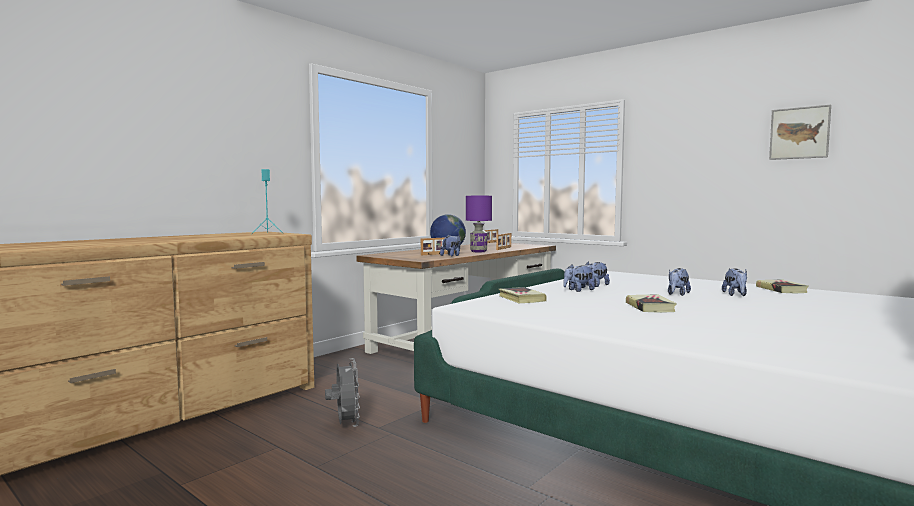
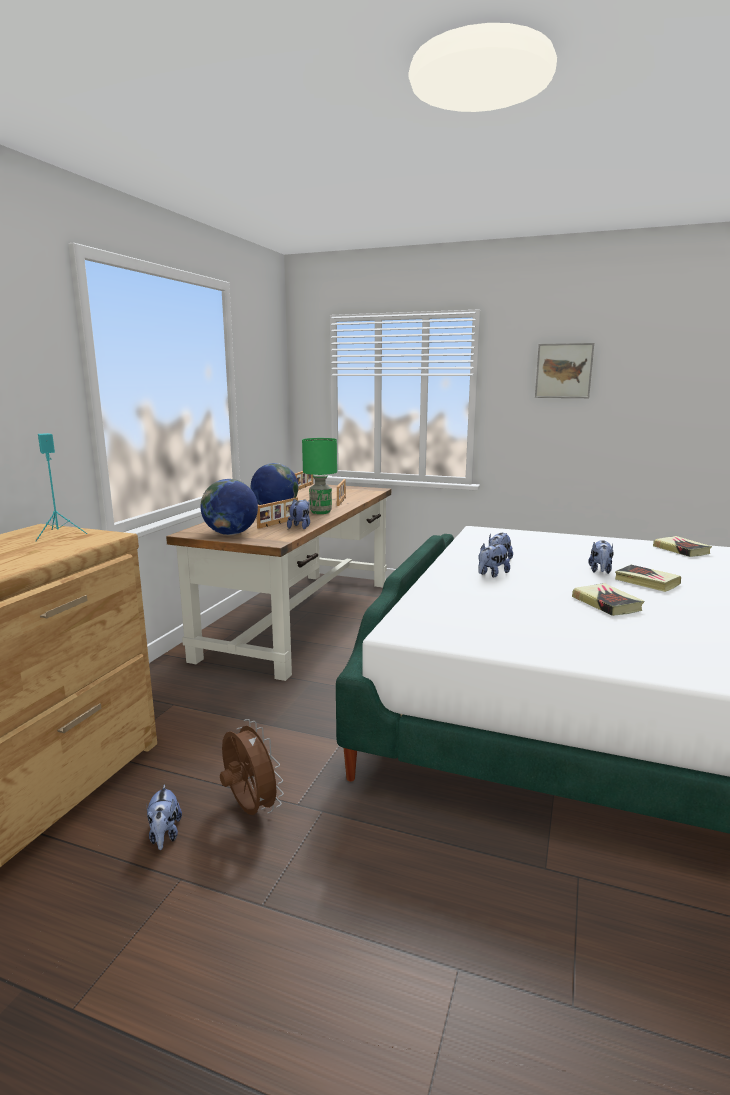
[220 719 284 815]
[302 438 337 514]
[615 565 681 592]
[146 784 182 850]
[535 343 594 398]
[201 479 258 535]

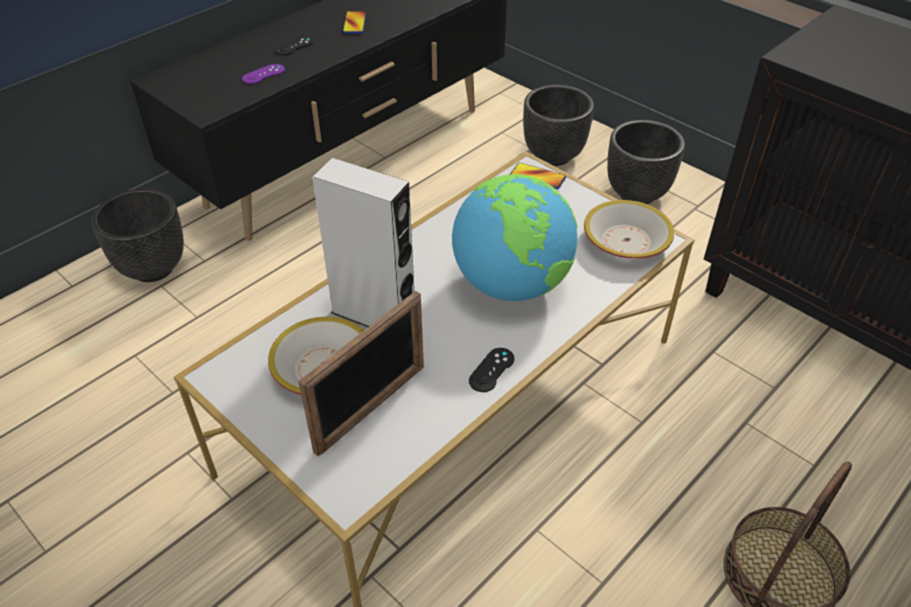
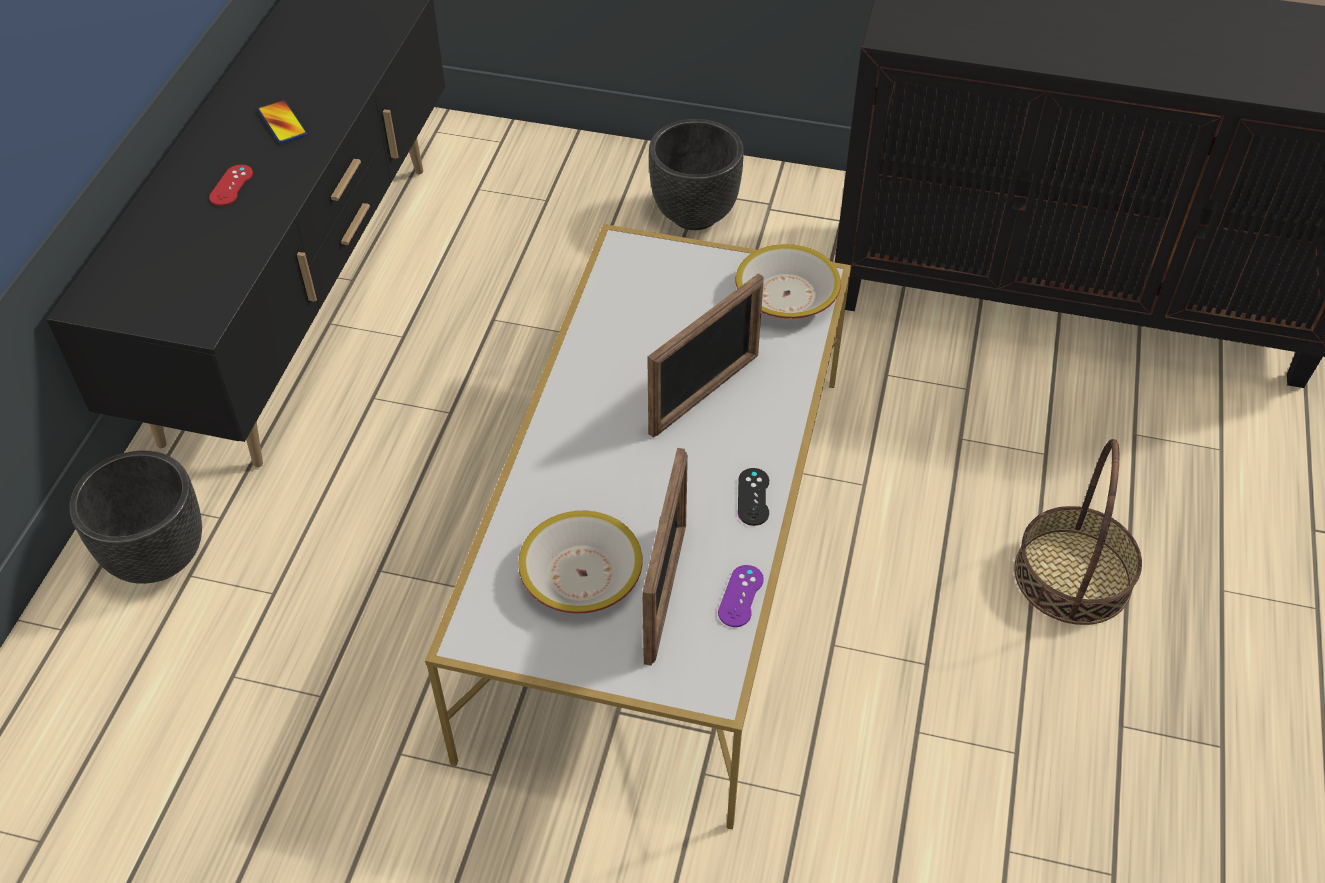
[718 565 764 627]
[209 165 253 206]
[312 158 414 327] (first image)
[647 273 764 438]
[510 163 566 189] (first image)
[523 85 594 166] (first image)

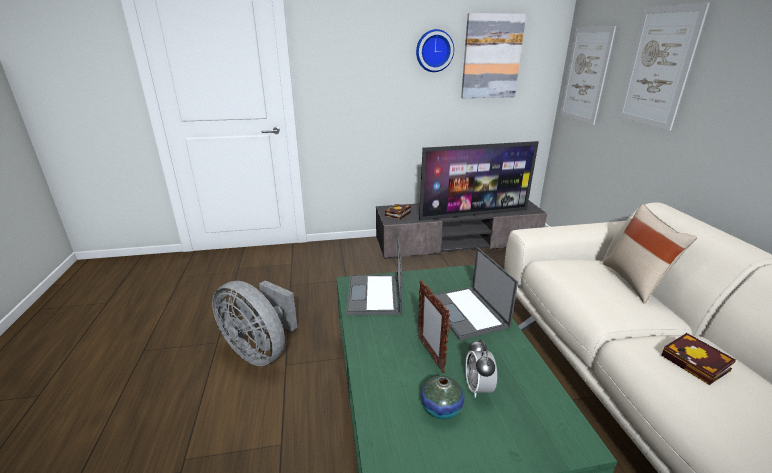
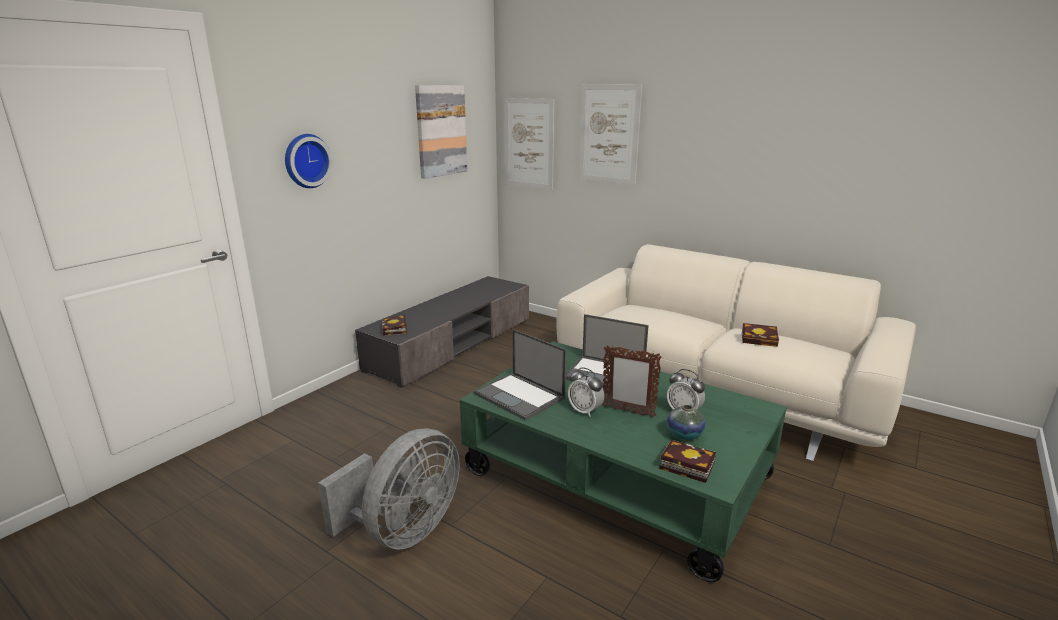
[318 428 459 550]
[285 134 333 188]
[419 141 539 221] (first image)
[603 204 697 304] (first image)
[568 367 604 417]
[659 440 716 483]

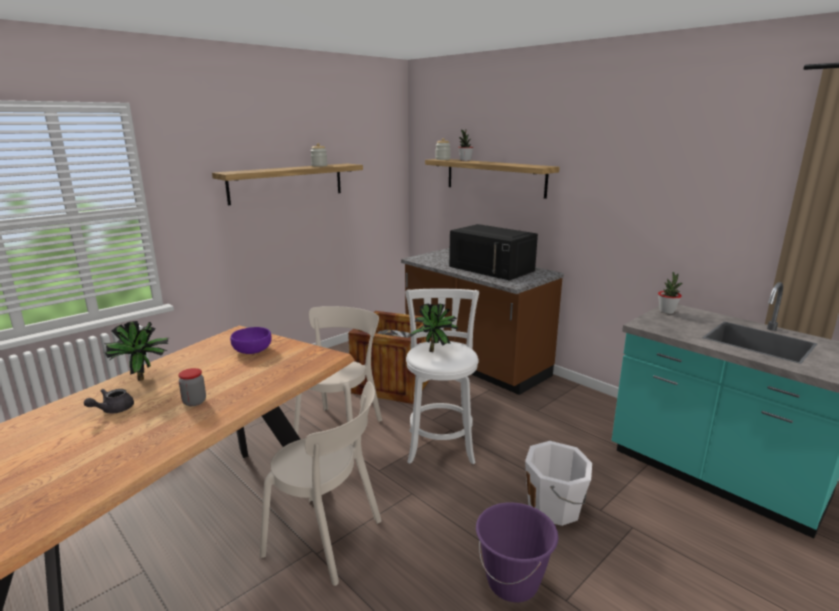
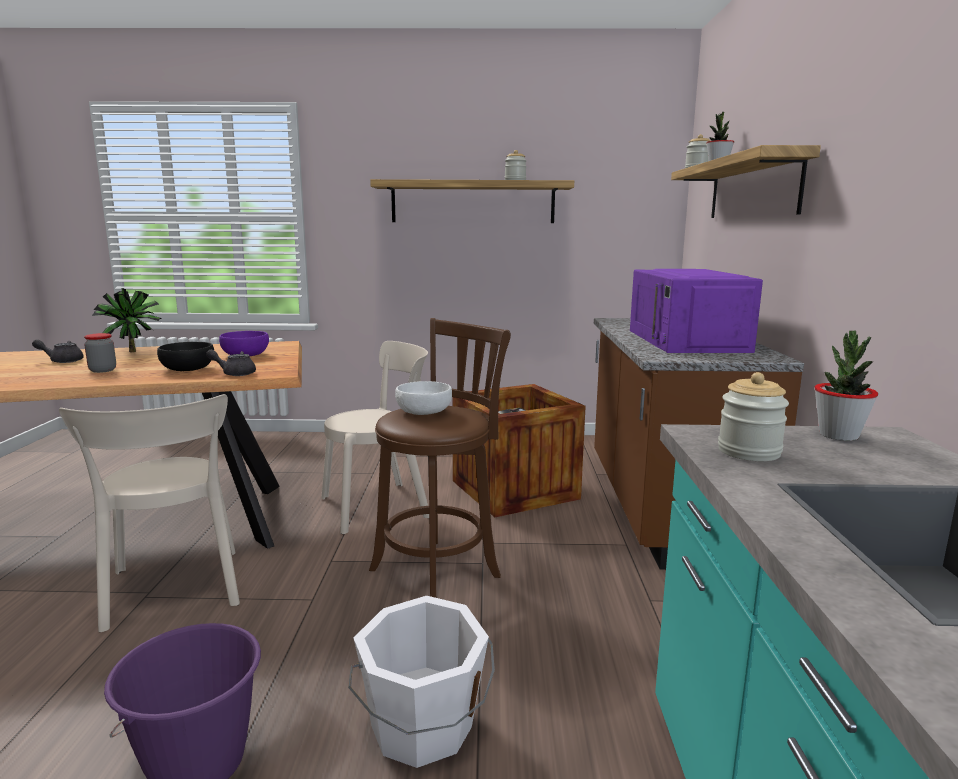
[369 318 511 598]
[395 381 452 415]
[630 269 763 353]
[157 342 214 371]
[206 349 256 376]
[718 372 789 461]

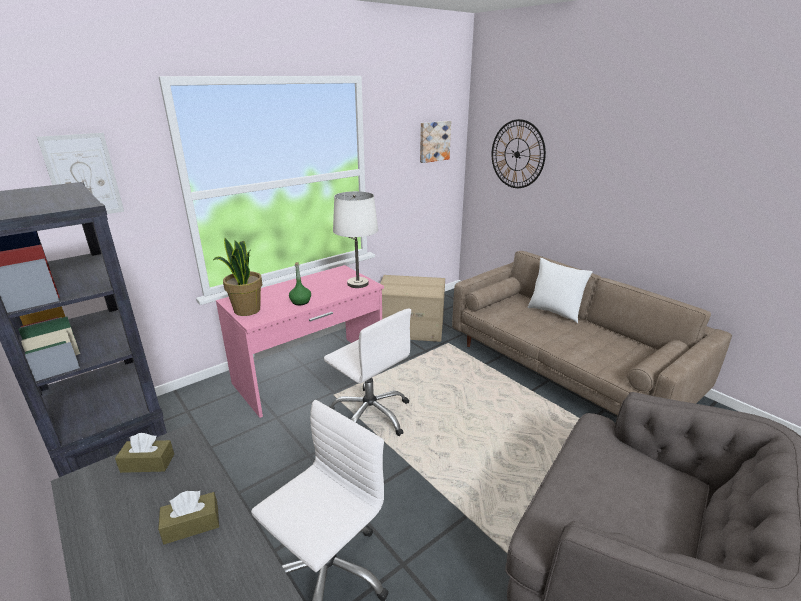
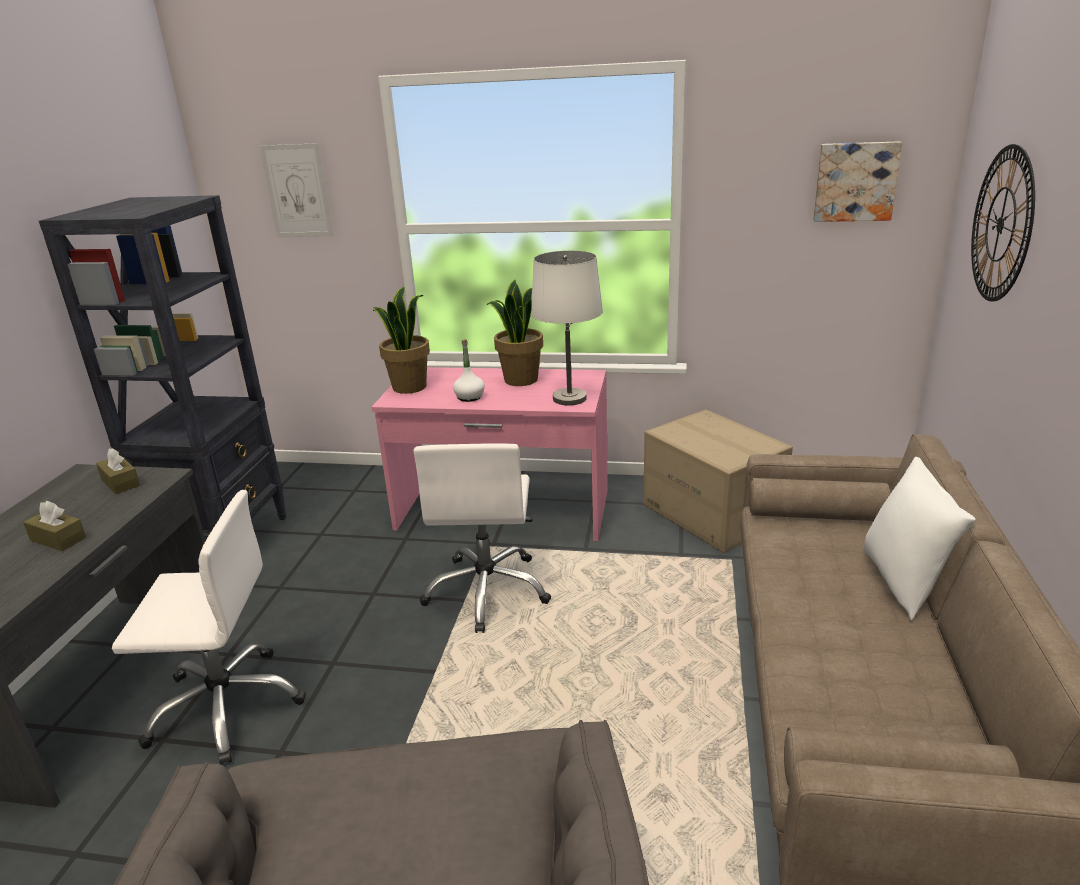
[453 339 485 402]
[487 280 543 386]

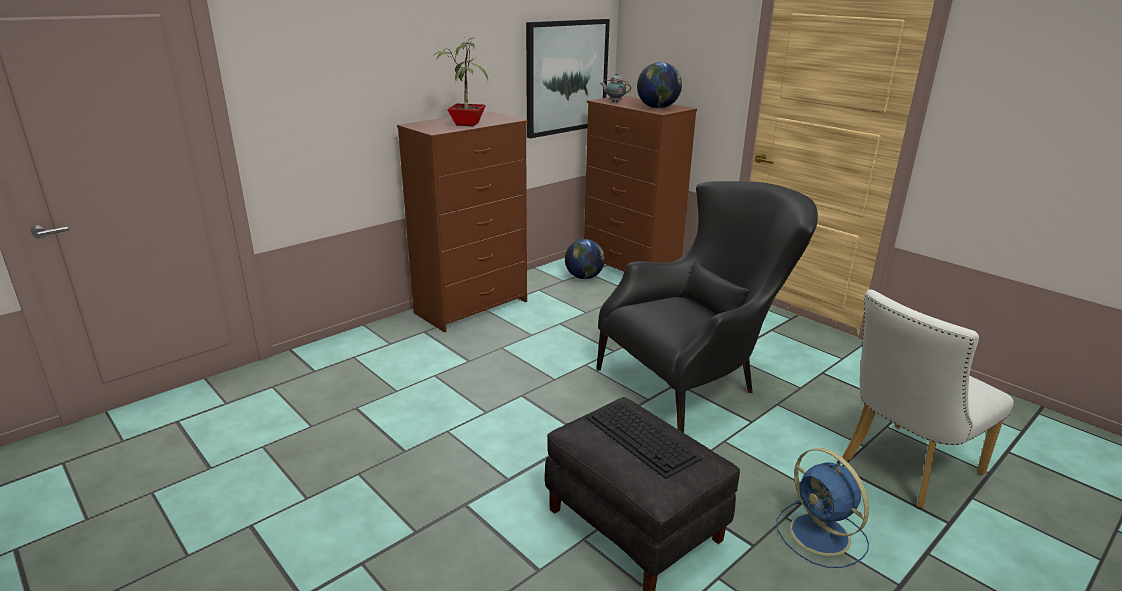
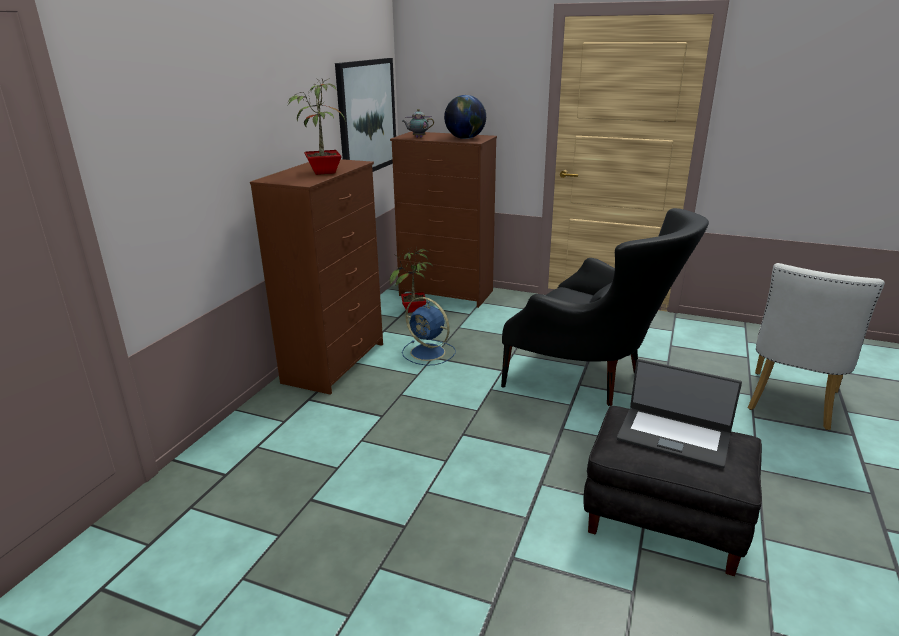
[390 247 433 313]
[617 359 742 469]
[501 208 709 406]
[402 297 456 366]

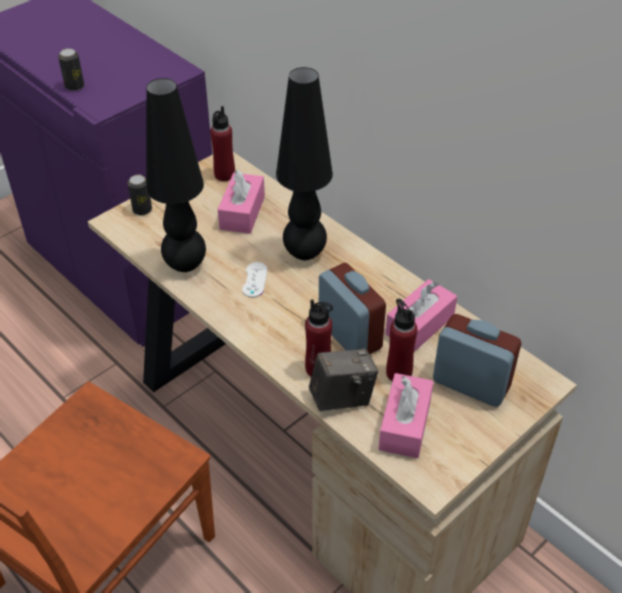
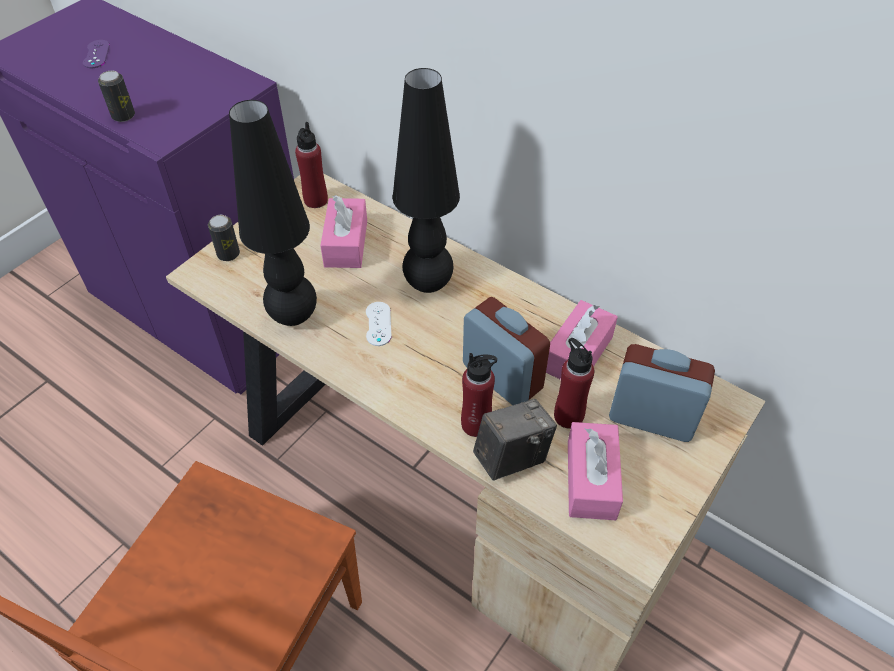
[83 40 110 68]

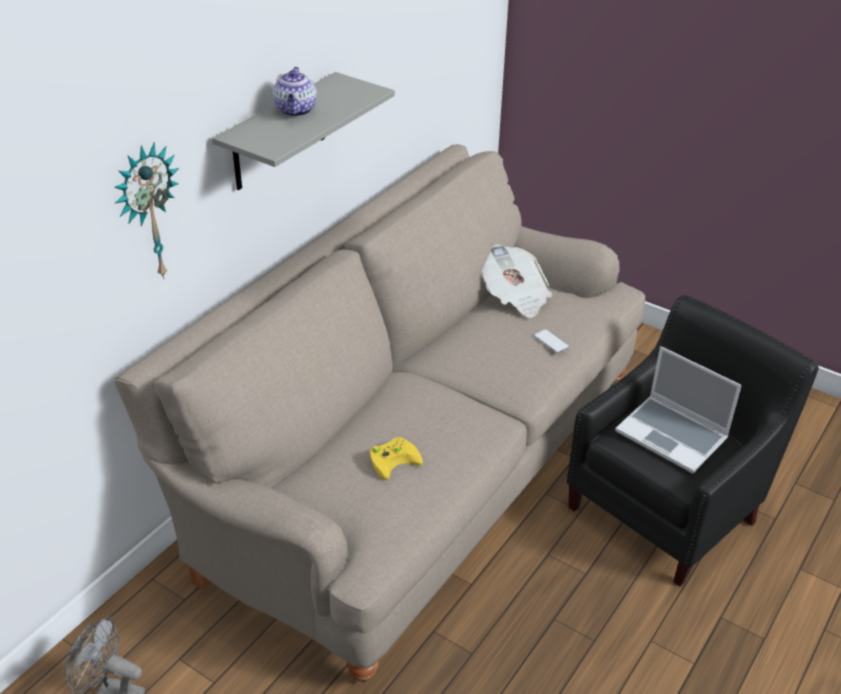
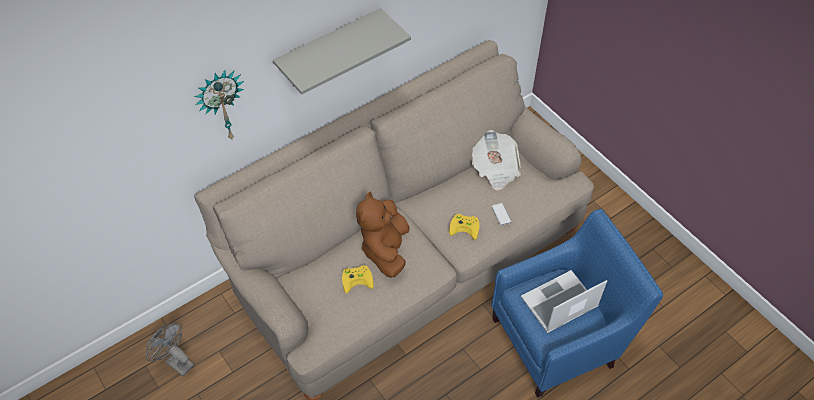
[273 67 317 117] (first image)
[491 209 663 398]
[521 270 607 333]
[356 191 410 277]
[449 214 479 240]

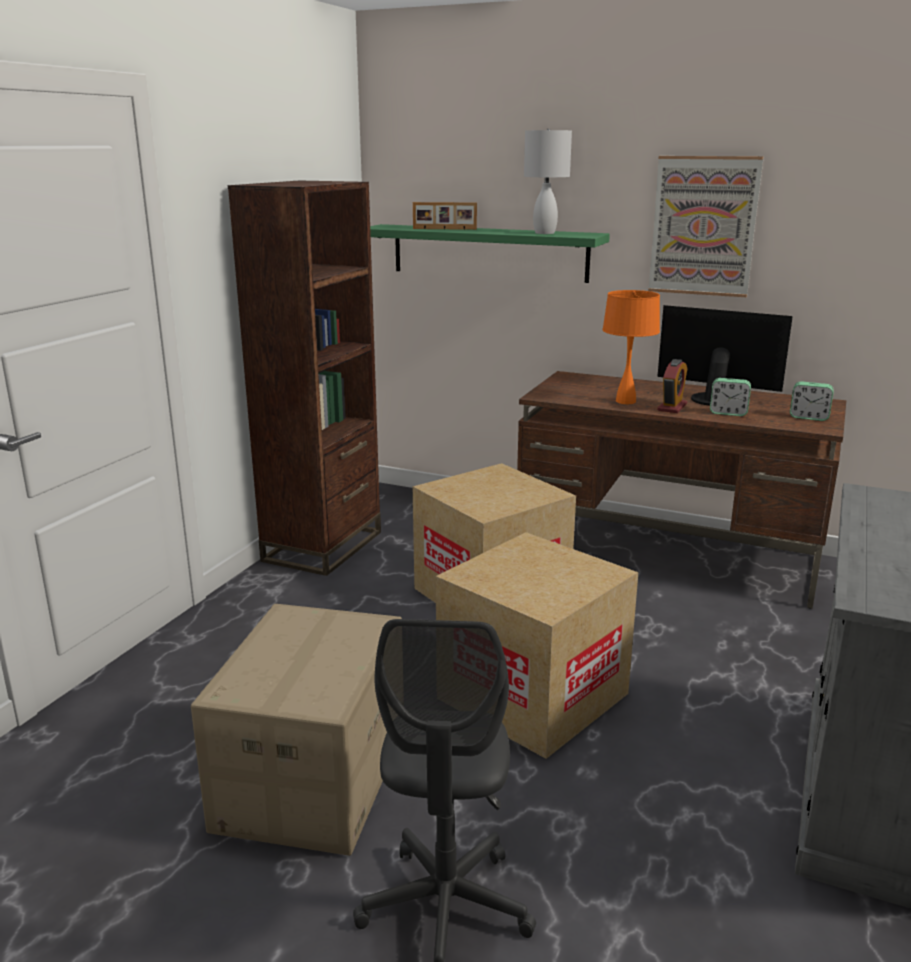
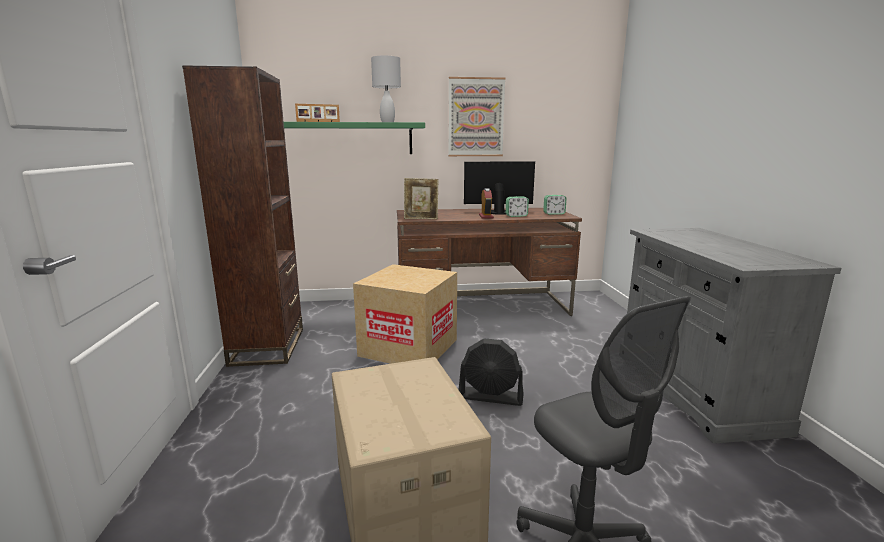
[459 339 524 406]
[602 290 660 404] (first image)
[404 178 439 219]

